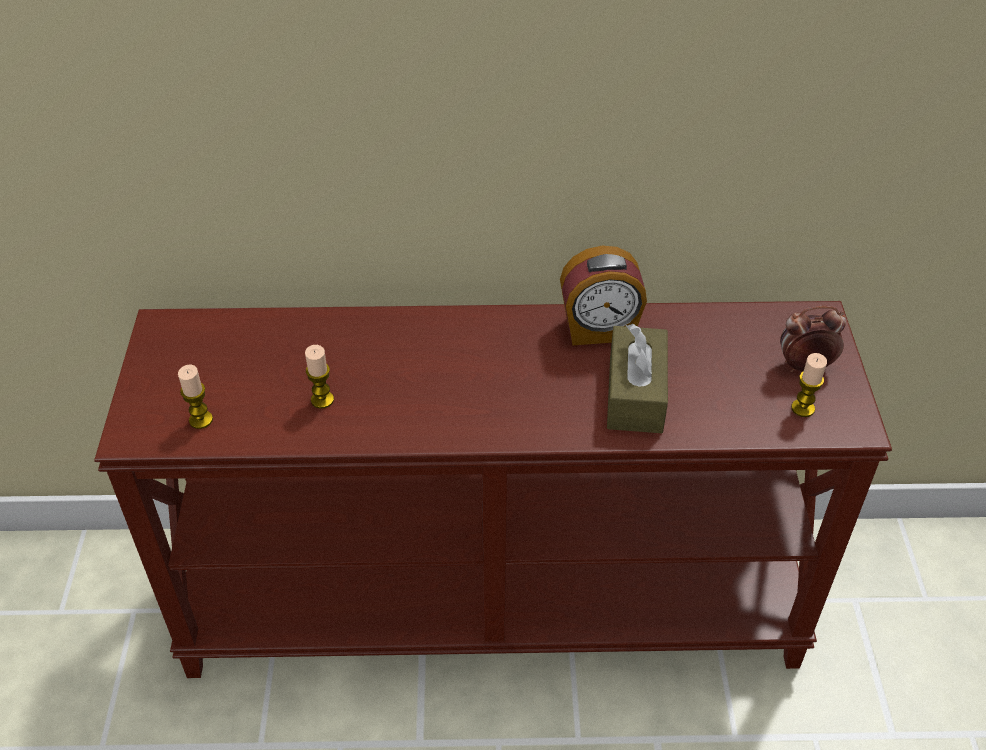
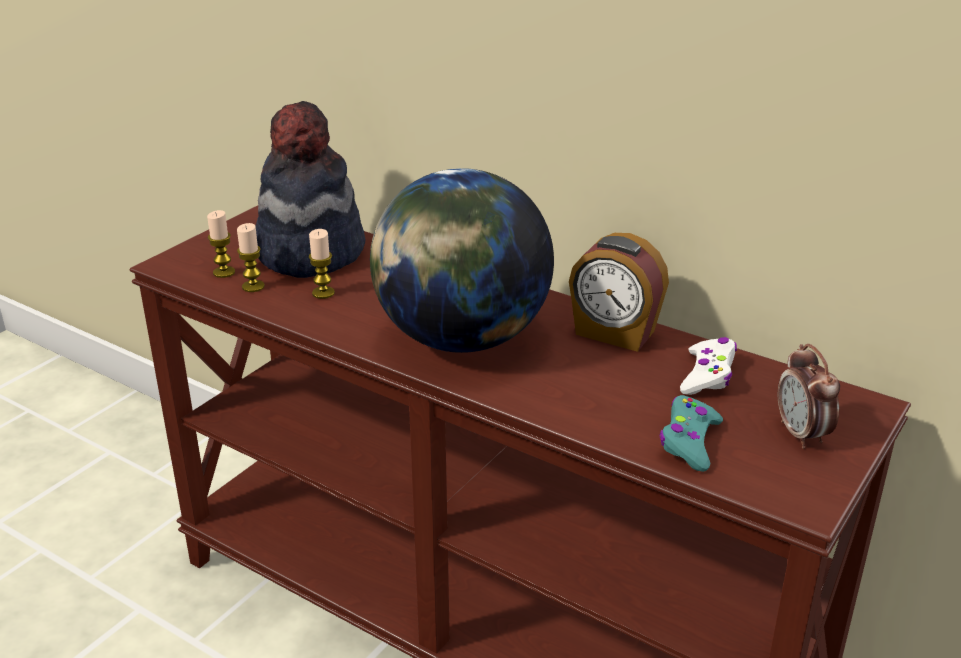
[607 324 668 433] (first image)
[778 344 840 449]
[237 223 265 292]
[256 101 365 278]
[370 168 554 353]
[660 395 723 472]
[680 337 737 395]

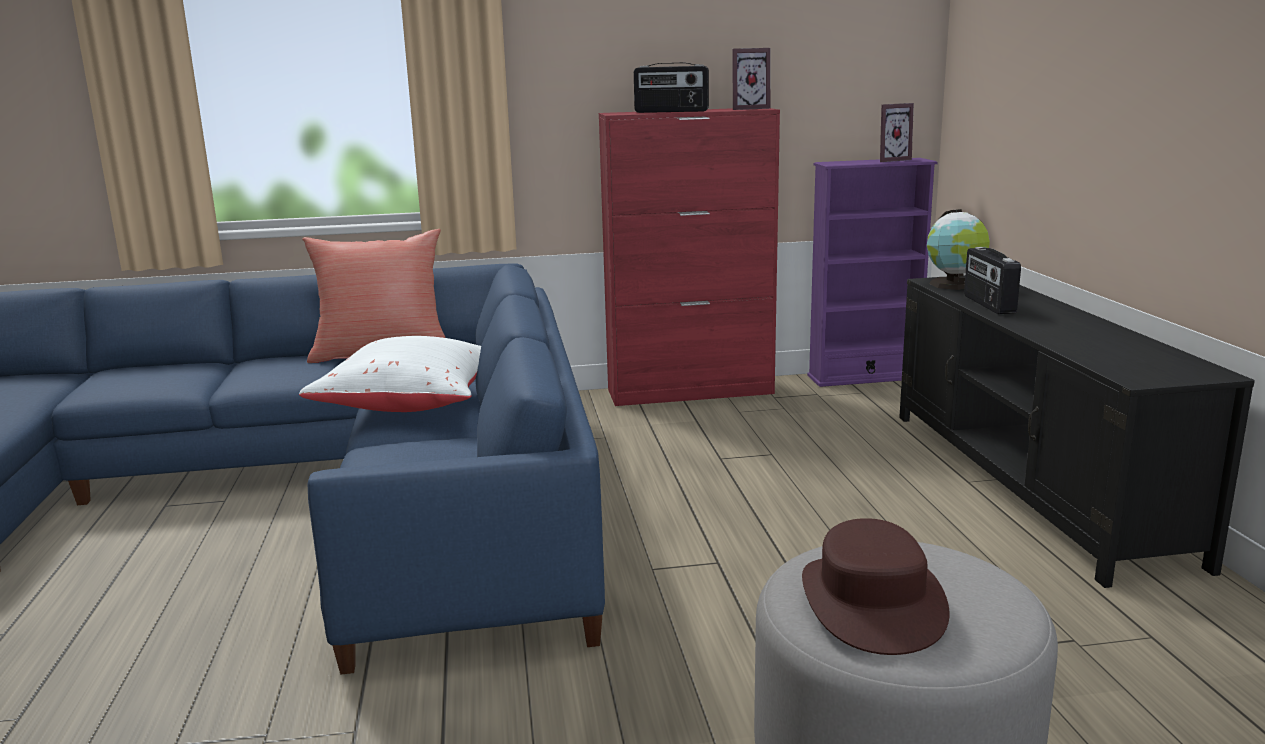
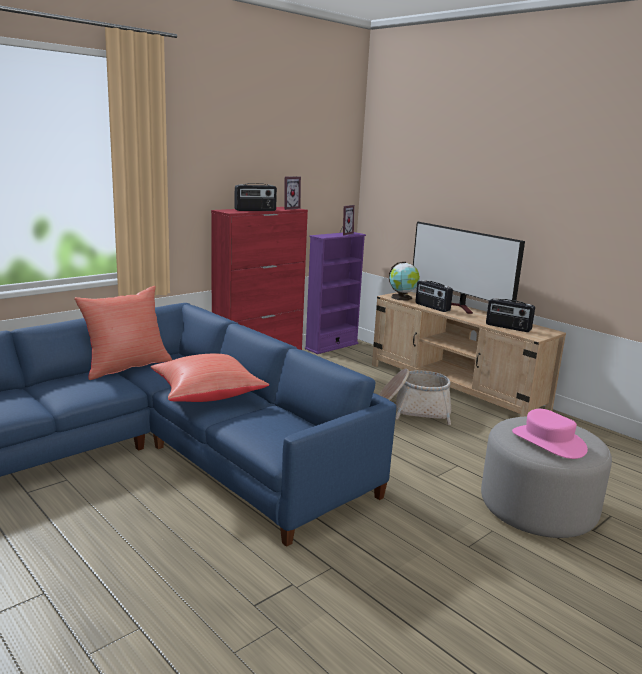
[151 354 269 402]
[512 409 588 459]
[372 292 566 417]
[379 368 451 425]
[413 222 525 314]
[486 298 535 332]

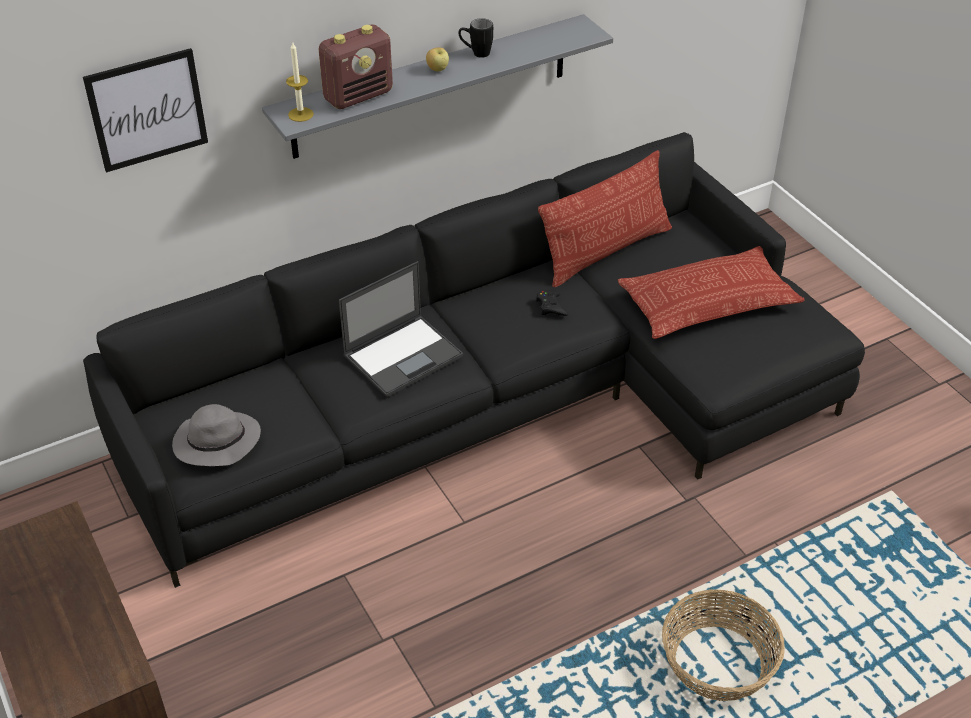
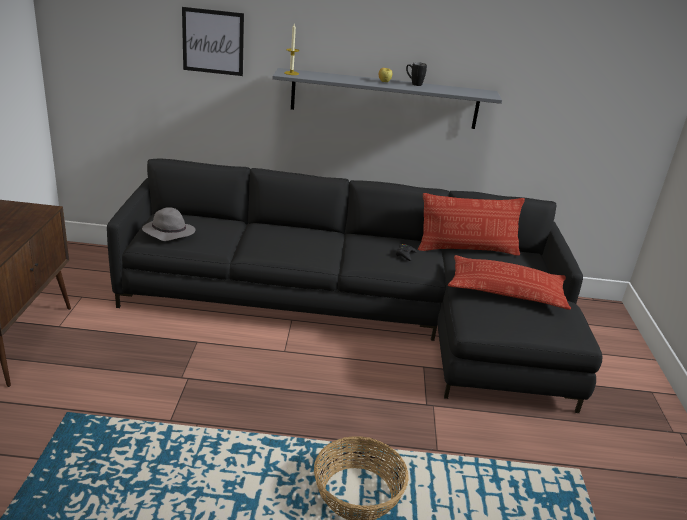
[319 24 393 109] (first image)
[339 261 463 397] (first image)

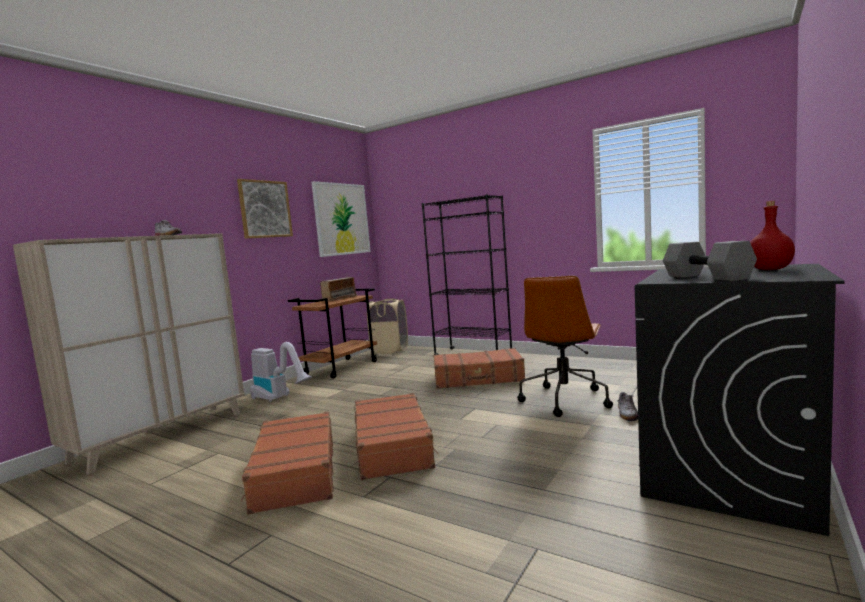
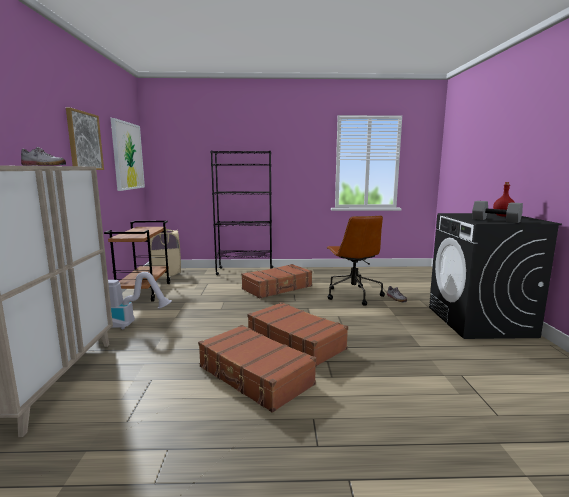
[320 277 357 301] (first image)

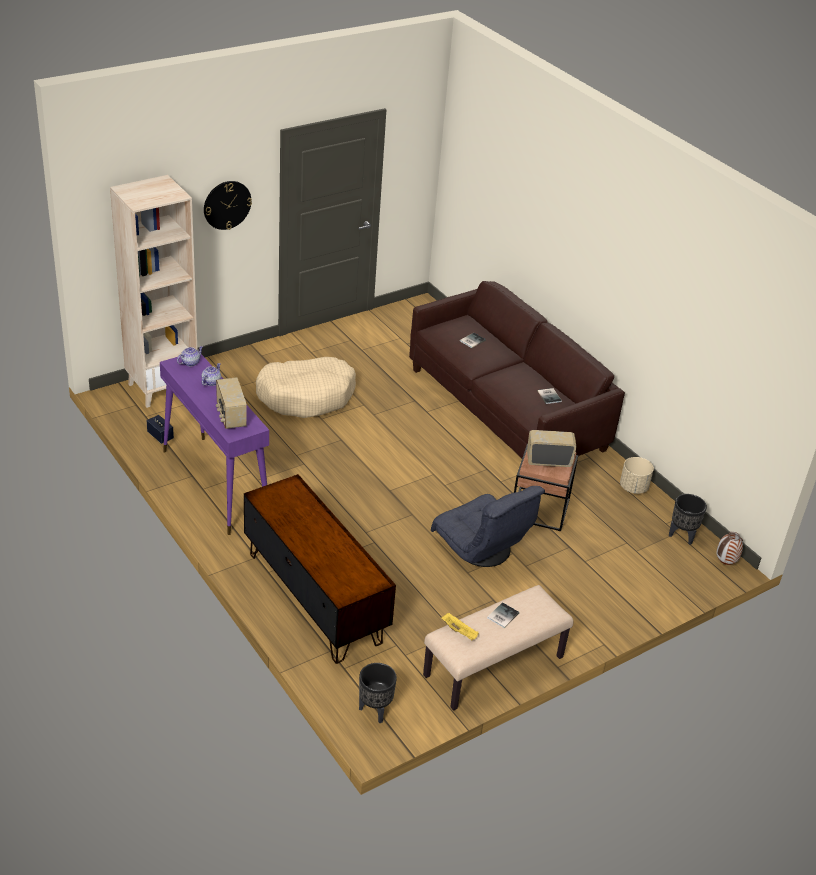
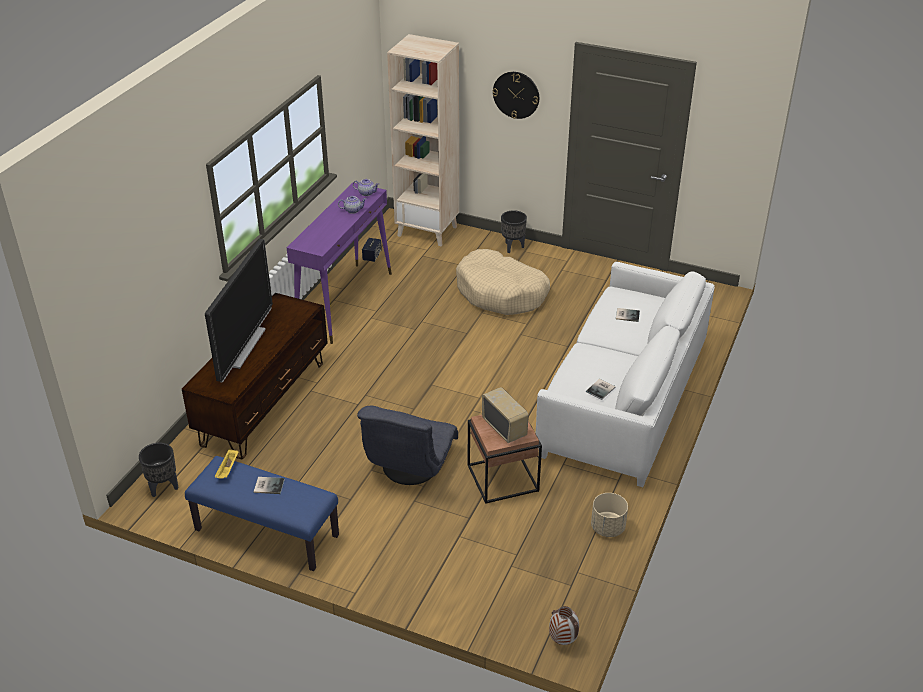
[216 377 247 429] (first image)
[536 262 715 487]
[185 456 339 571]
[501 210 527 253]
[205 239 273 383]

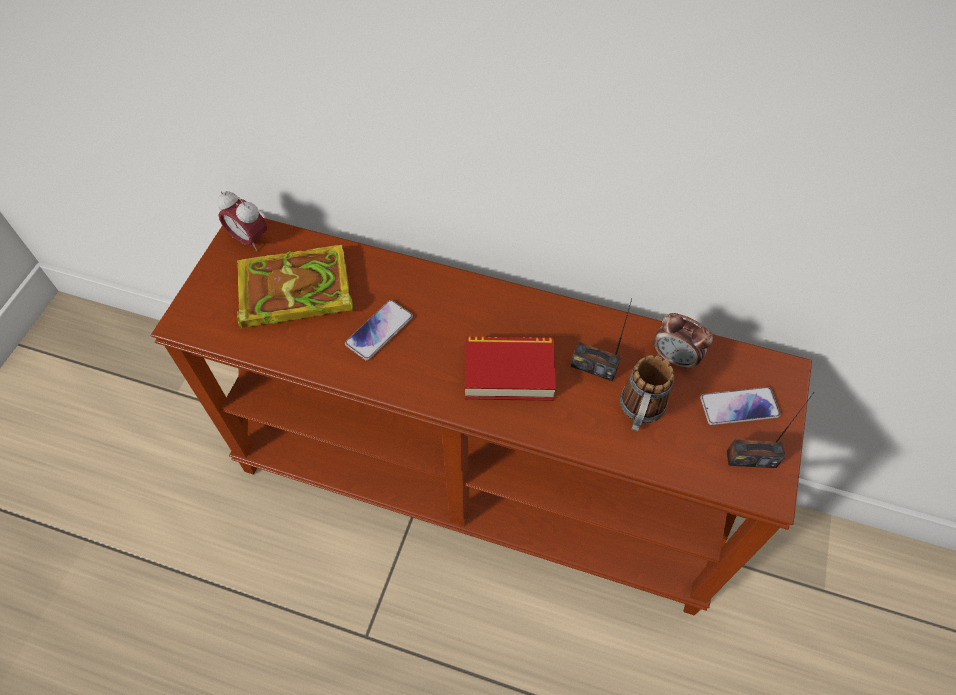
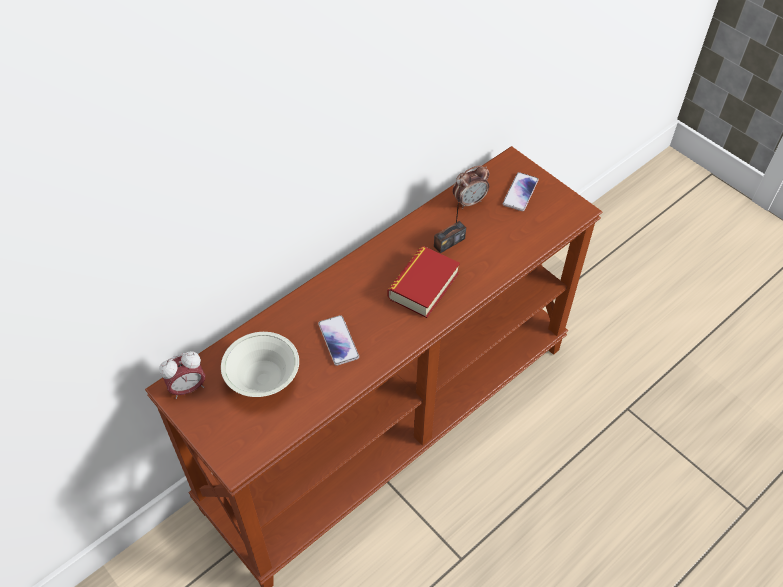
[221 332 299 397]
[620 355 674 432] (first image)
[727 391 815 468] (first image)

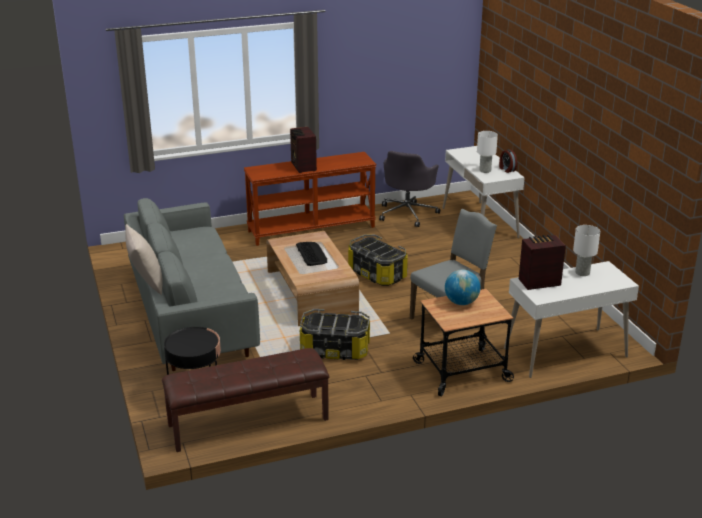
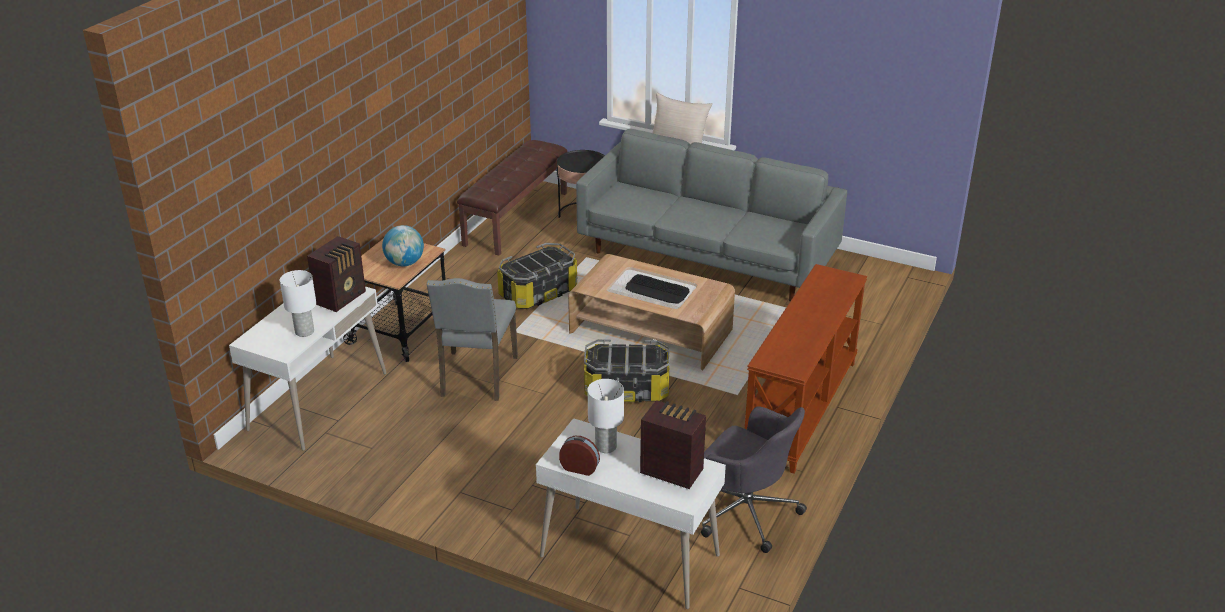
[640 400 706 489]
[701 407 807 553]

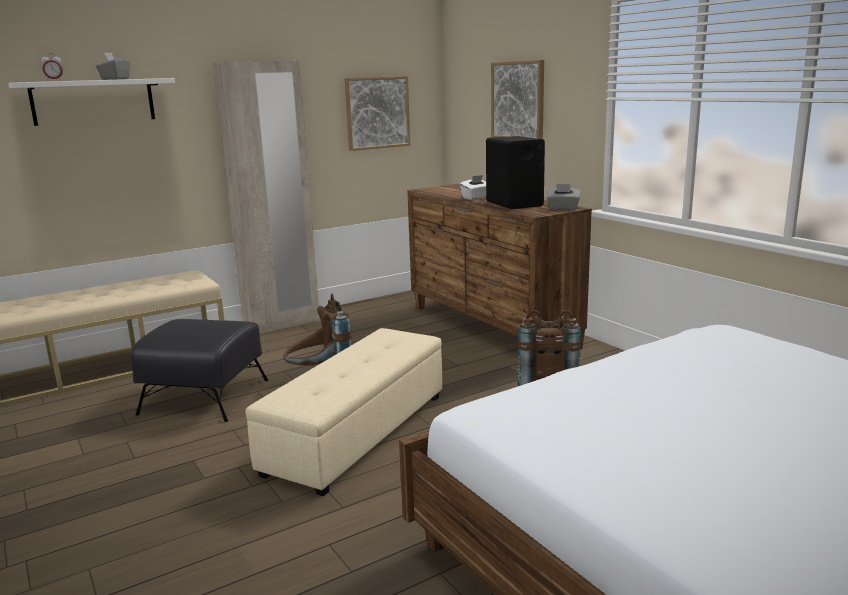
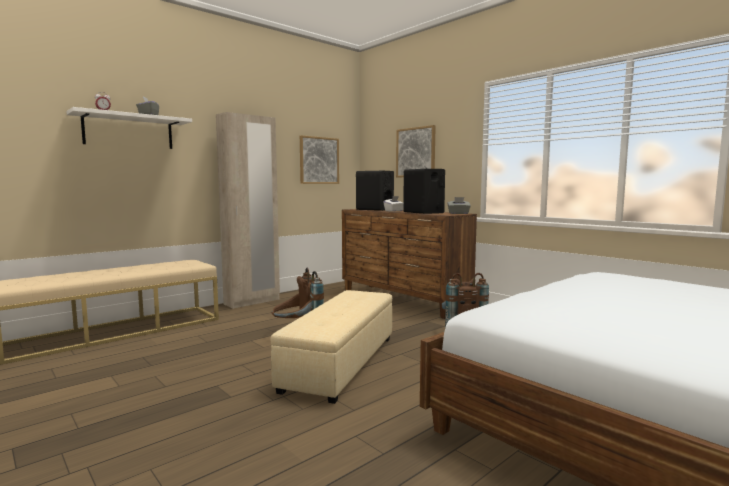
[131 319 269 422] (first image)
[356 171 394 211]

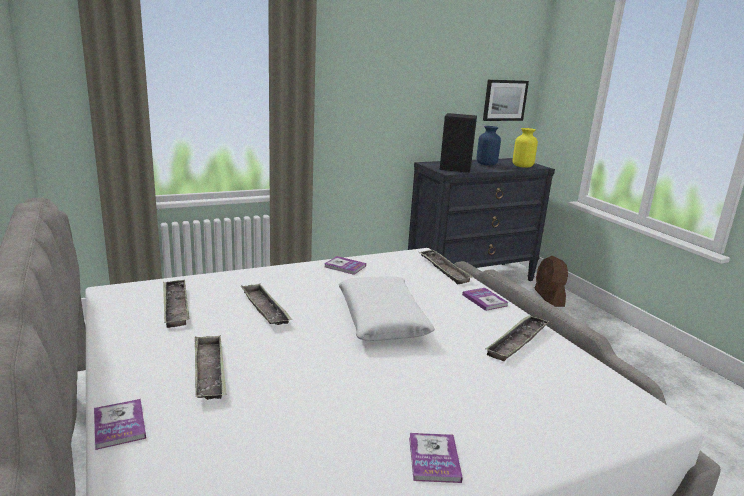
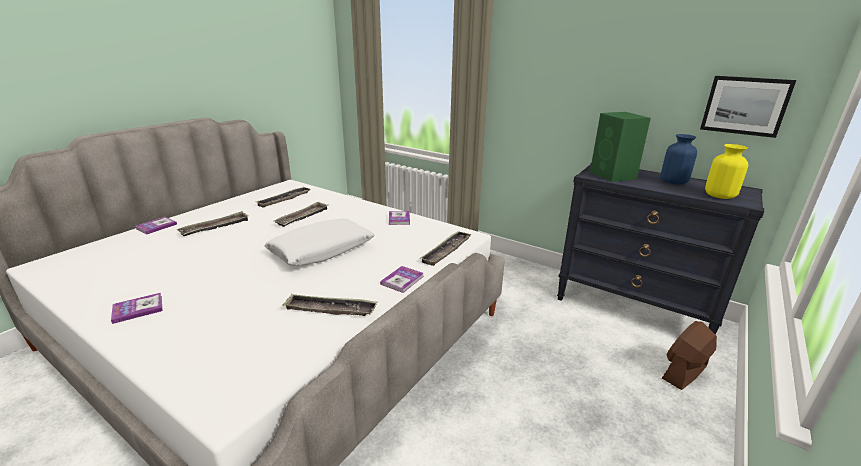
[590 112 651 182]

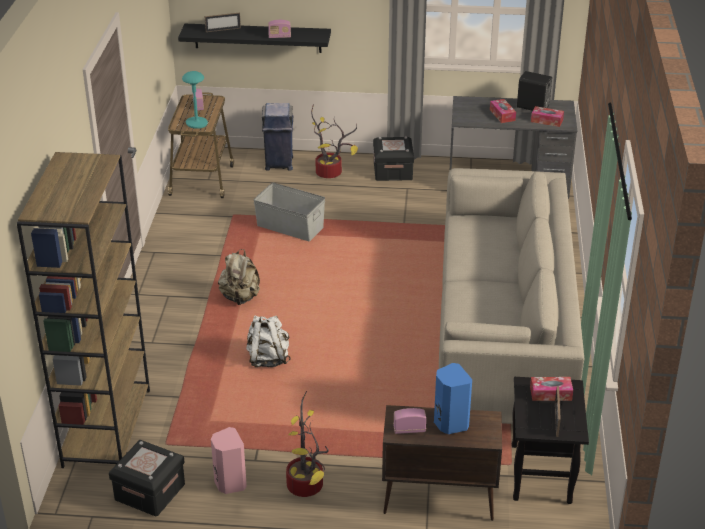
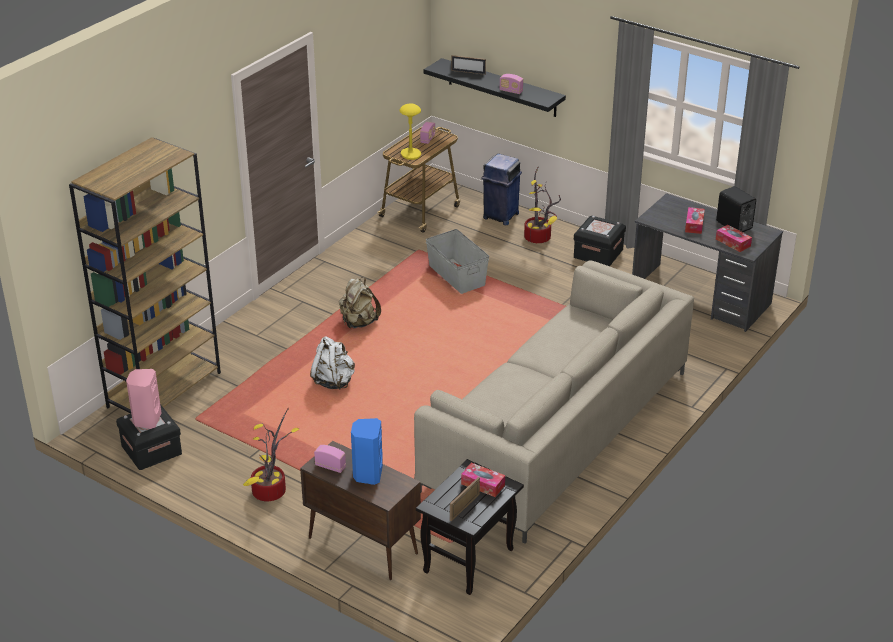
[400 103 421 160]
[126 369 161 429]

